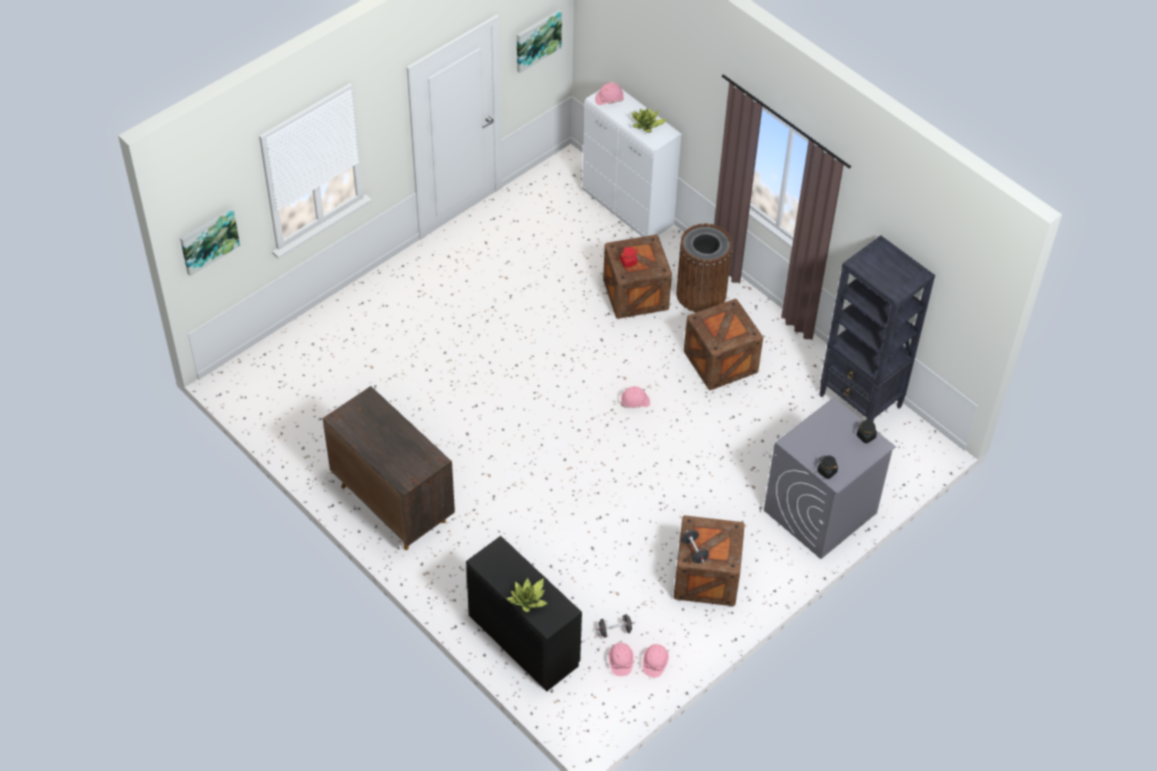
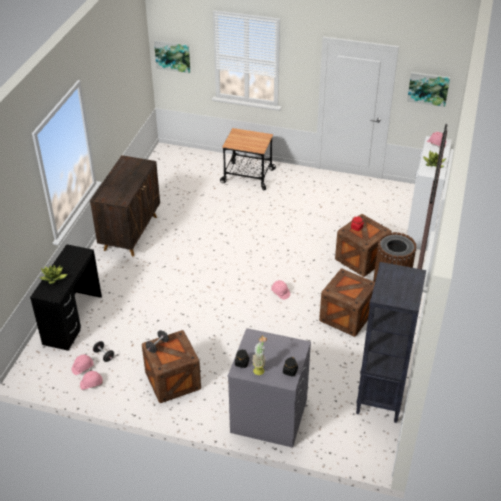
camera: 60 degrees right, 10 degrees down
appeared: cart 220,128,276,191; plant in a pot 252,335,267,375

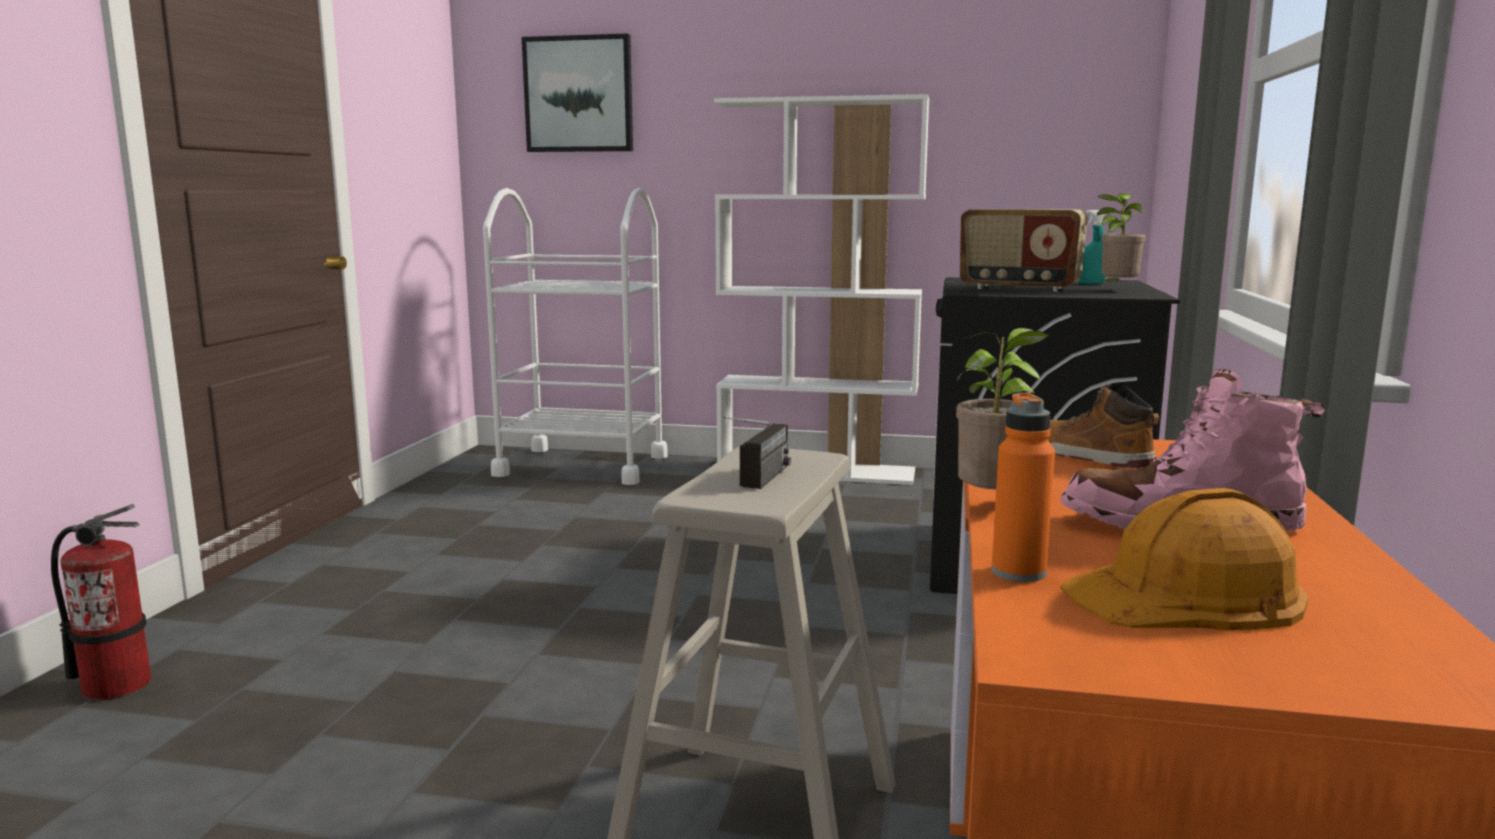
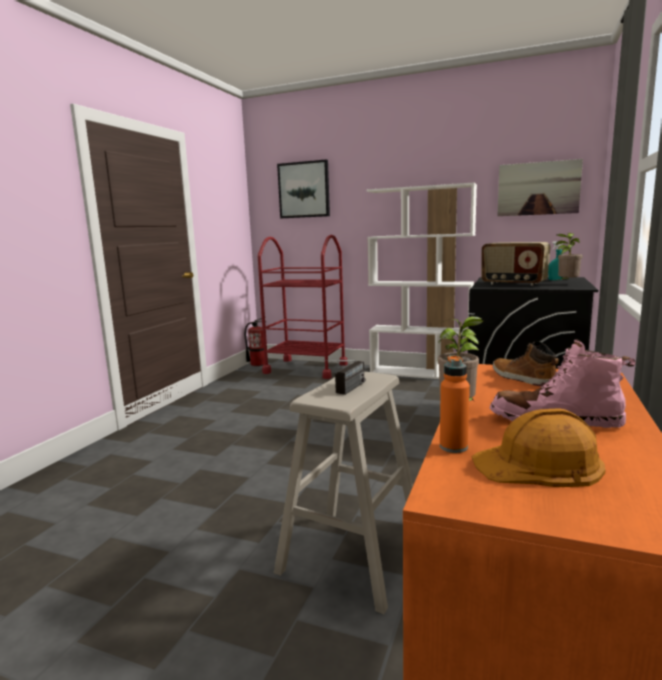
camera: 10 degrees right, 0 degrees up
appeared: wall picture 497,159,583,216
relocated: extinguisher 51,504,151,701 to 245,317,266,366
colour: whitish cart 483,188,668,485 to reddish cart 258,235,348,379

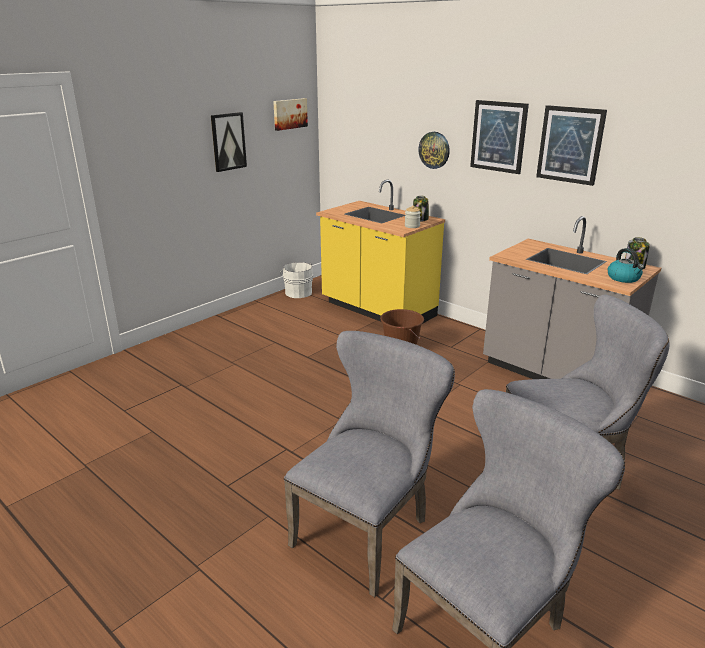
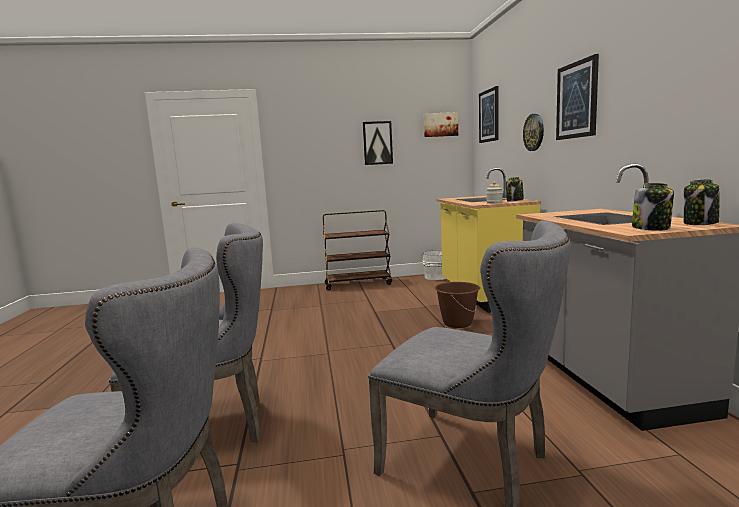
camera: 40 degrees right, 15 degrees down
appeared: brown-coloured cart 323,210,392,290
relocated: wall picture 536,105,607,186 to 479,86,499,143
exchanged: tea kettle 608,248,644,283 to jar 632,183,674,231

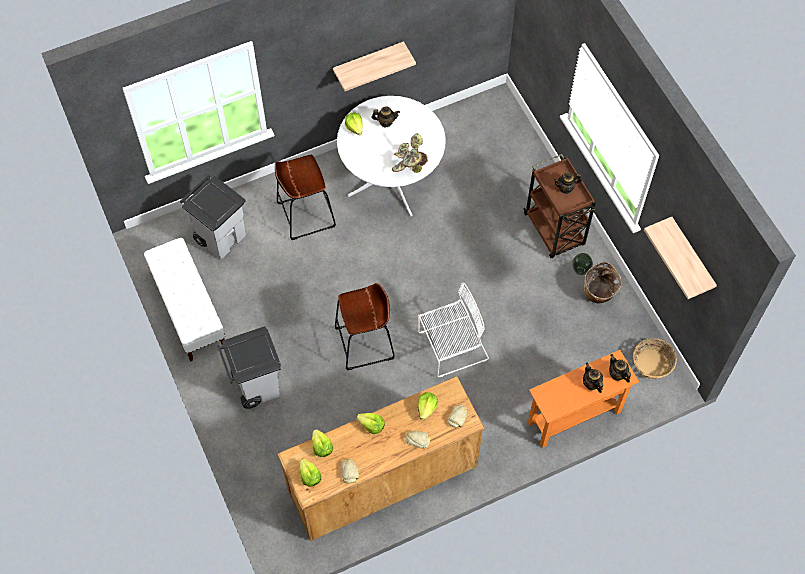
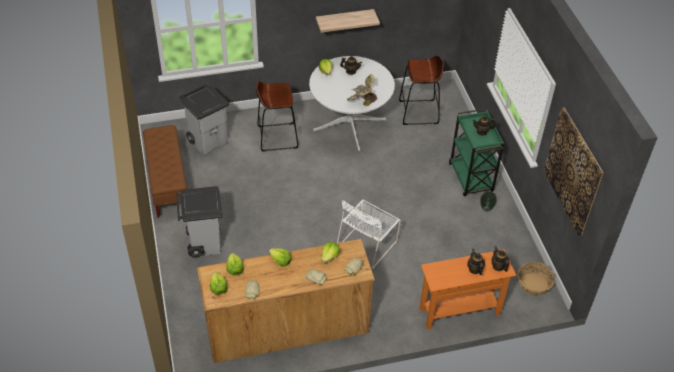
camera: 10 degrees right, 15 degrees down
missing: basket 584,262,621,303
relocated: brown-coloured stool 335,283,395,370 to 399,56,444,125
exchanged: bracket shelf 644,217,717,299 to wall picture 544,107,603,236
colour: whitish long seat 144,238,225,362 to brown-coloured long seat 143,125,187,218; brown-coloured cart 523,154,596,259 to green-coloured cart 449,109,504,196
spun: whitish chair 418,282,489,377 = 337,199,401,269 135 degrees clockwise

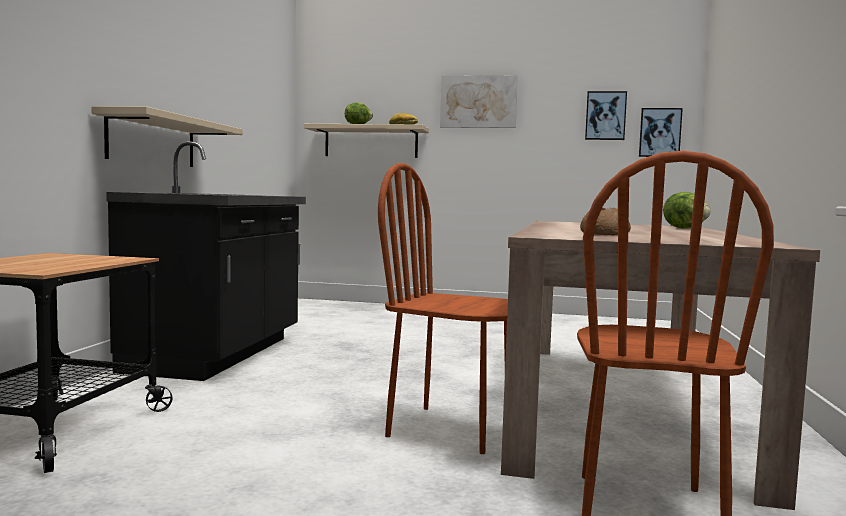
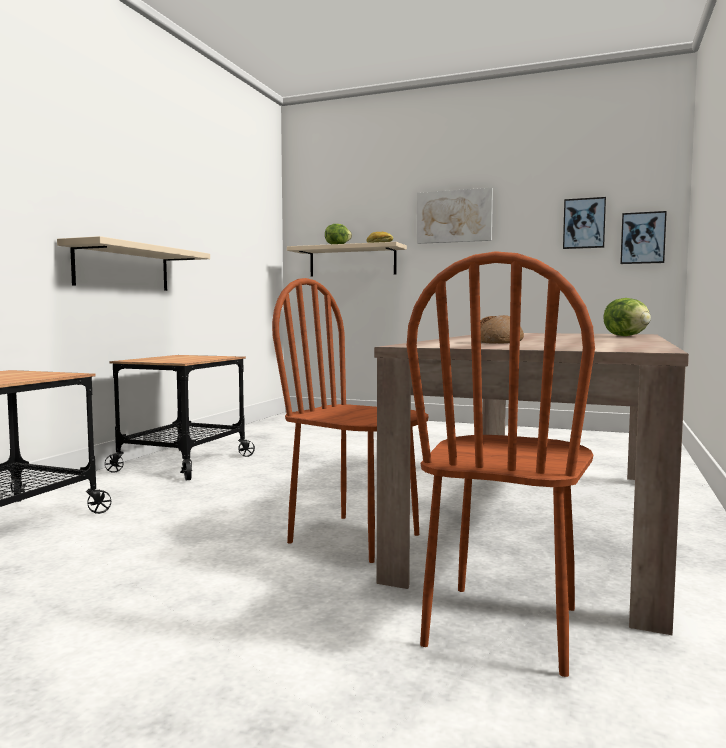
camera: 10 degrees right, 0 degrees up
exchanged: black kitchen base unit 106,141,306,381 to cart 105,355,255,480

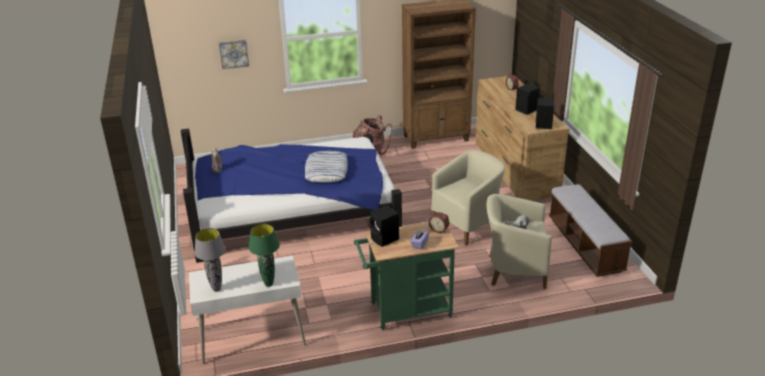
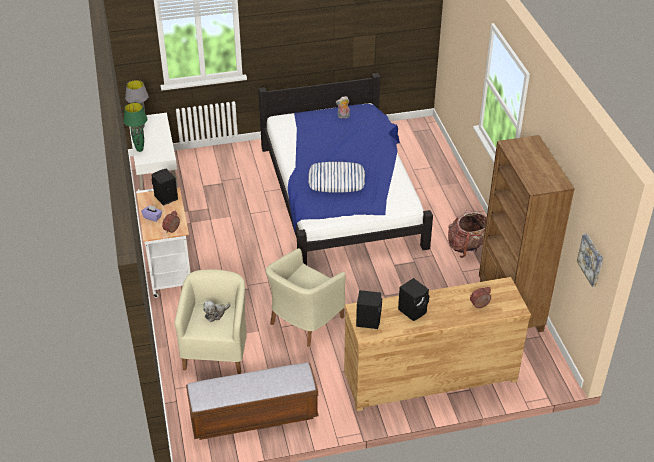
camera: 90 degrees right, 10 degrees up
relocated: wall picture 219,40,249,69 to 577,233,603,287
colour: green-coloured cart 354,222,459,330 to whitish cart 136,185,190,298
spun: sand-coloured armchair 431,150,505,246 = 266,248,346,346 75 degrees clockwise

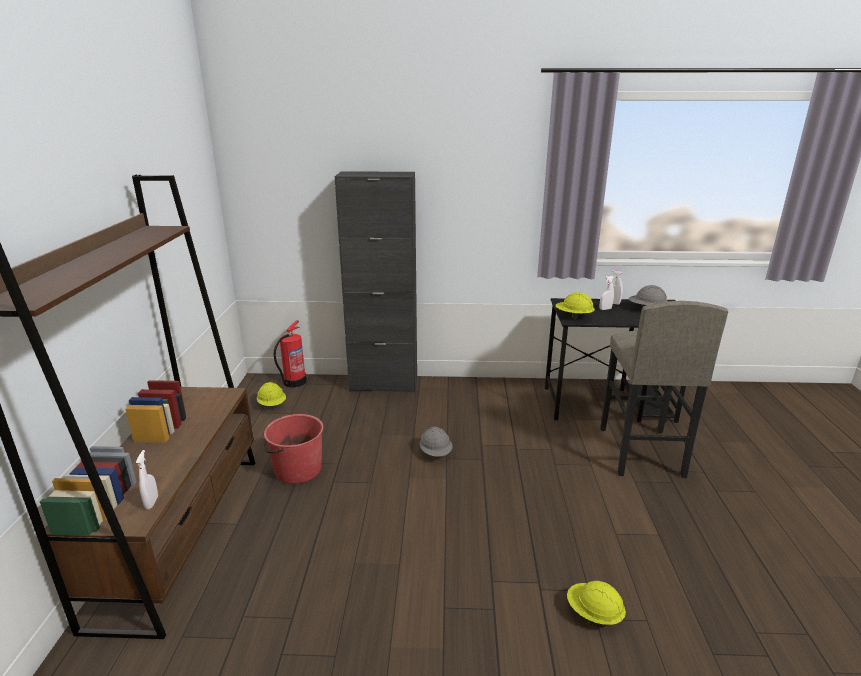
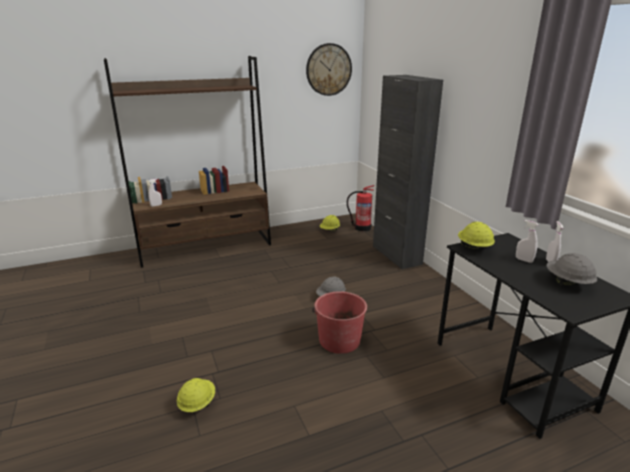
camera: 65 degrees right, 0 degrees up
missing: greyish stool 600,301,728,478
appeared: wall clock 306,43,352,96
relocated: reddish pail 264,414,323,484 to 312,291,367,354

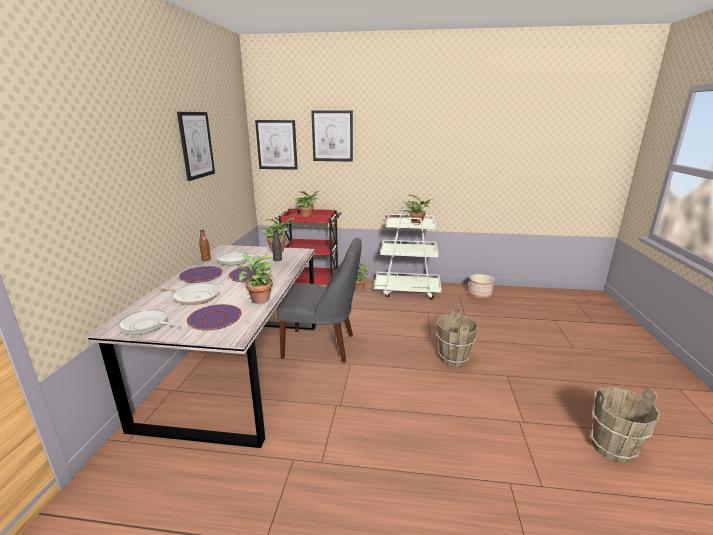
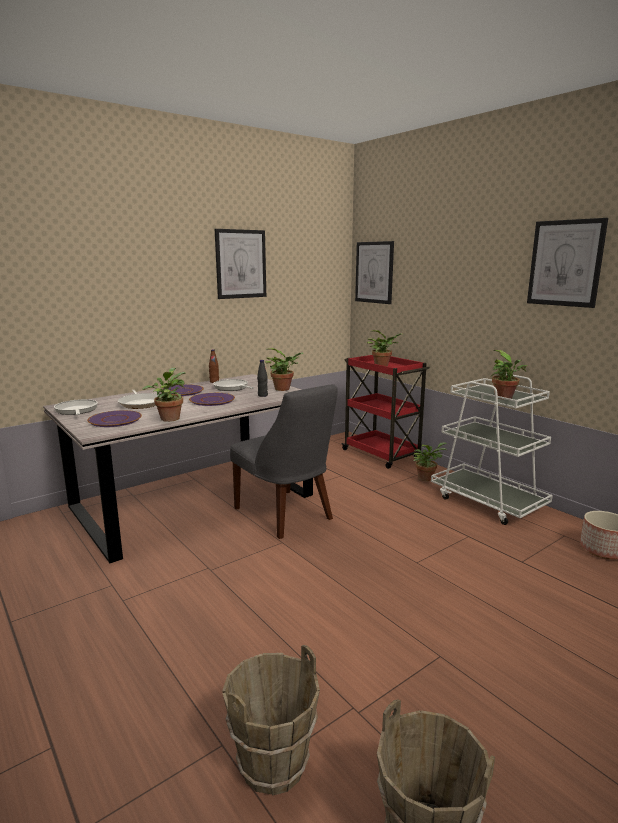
camera: 45 degrees right, 5 degrees down
relocated: wall picture 311,110,353,162 to 527,218,608,308; brown-coloured pail 437,306,478,367 to 222,645,320,796

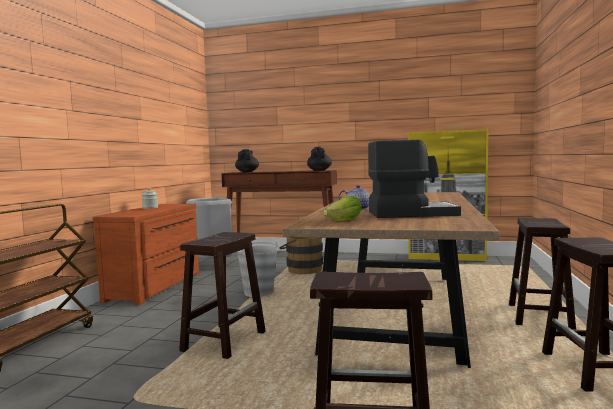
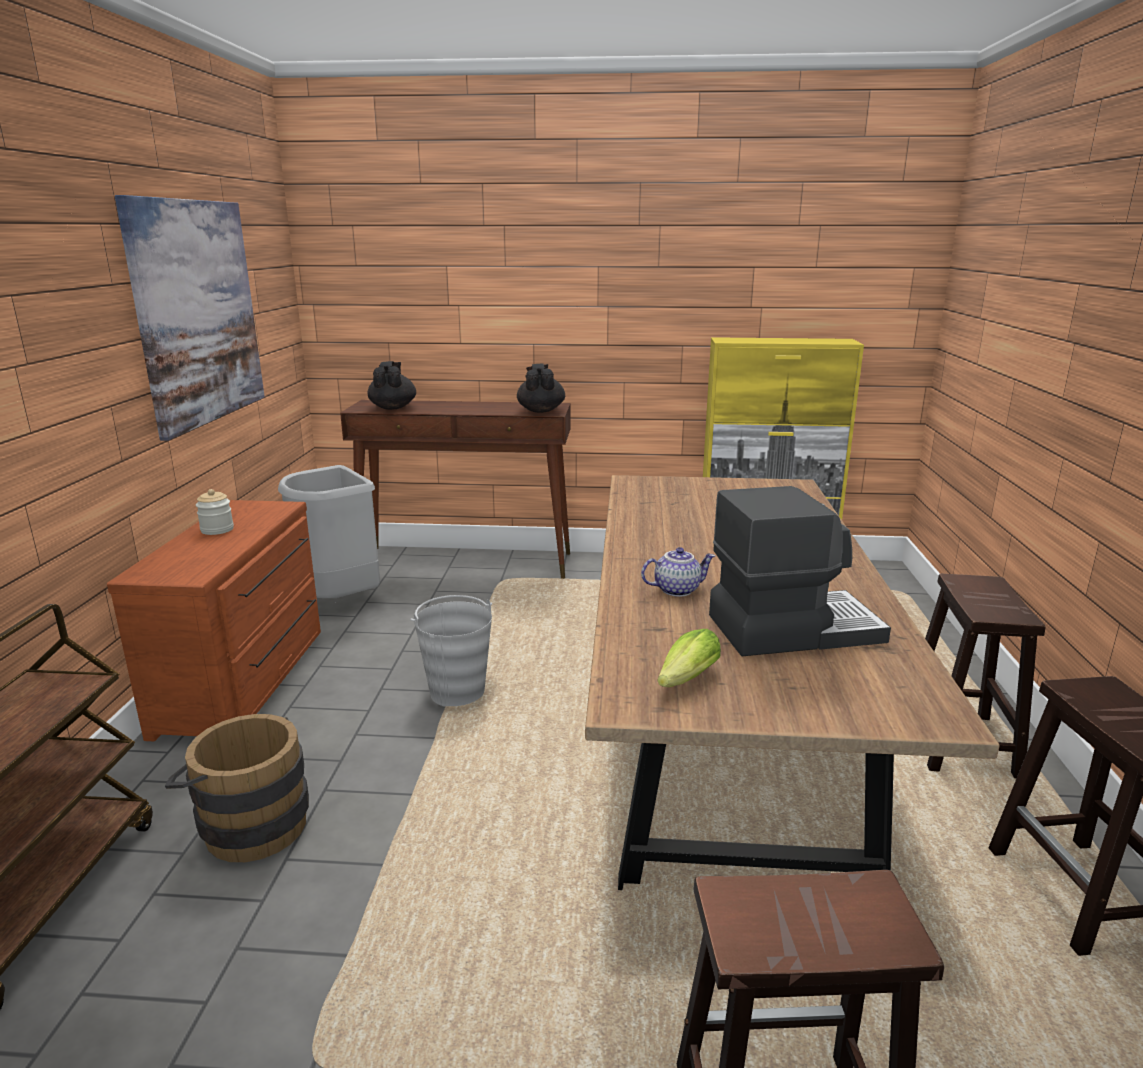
camera: 10 degrees left, 15 degrees up
missing: brown-coloured stool 179,232,266,359
appeared: wall picture 115,195,265,441
relocated: brown-coloured pail 279,237,323,274 to 165,714,309,862

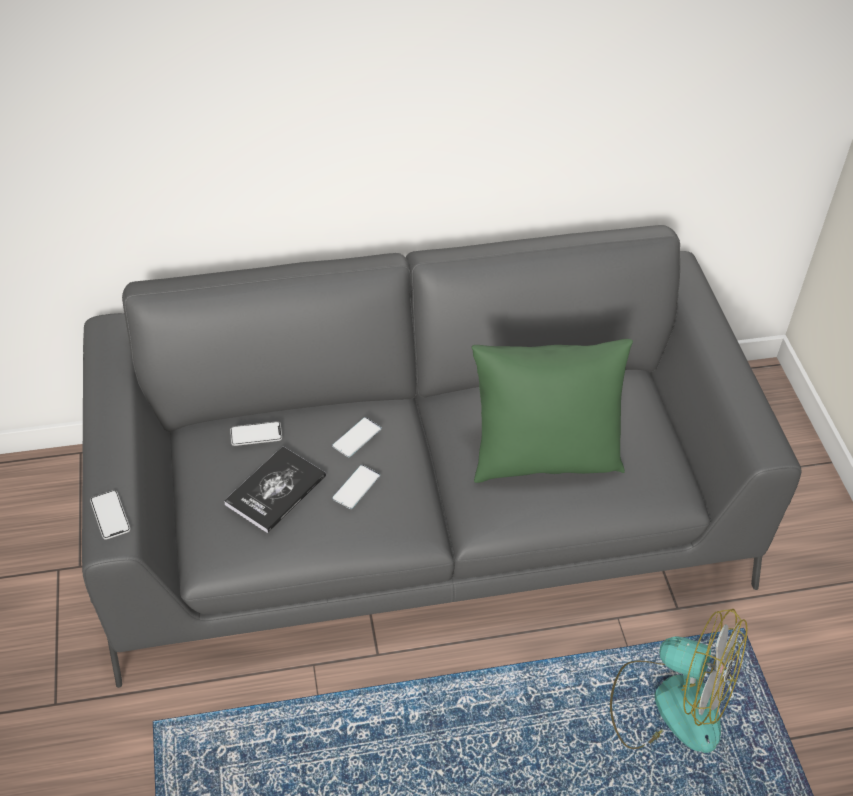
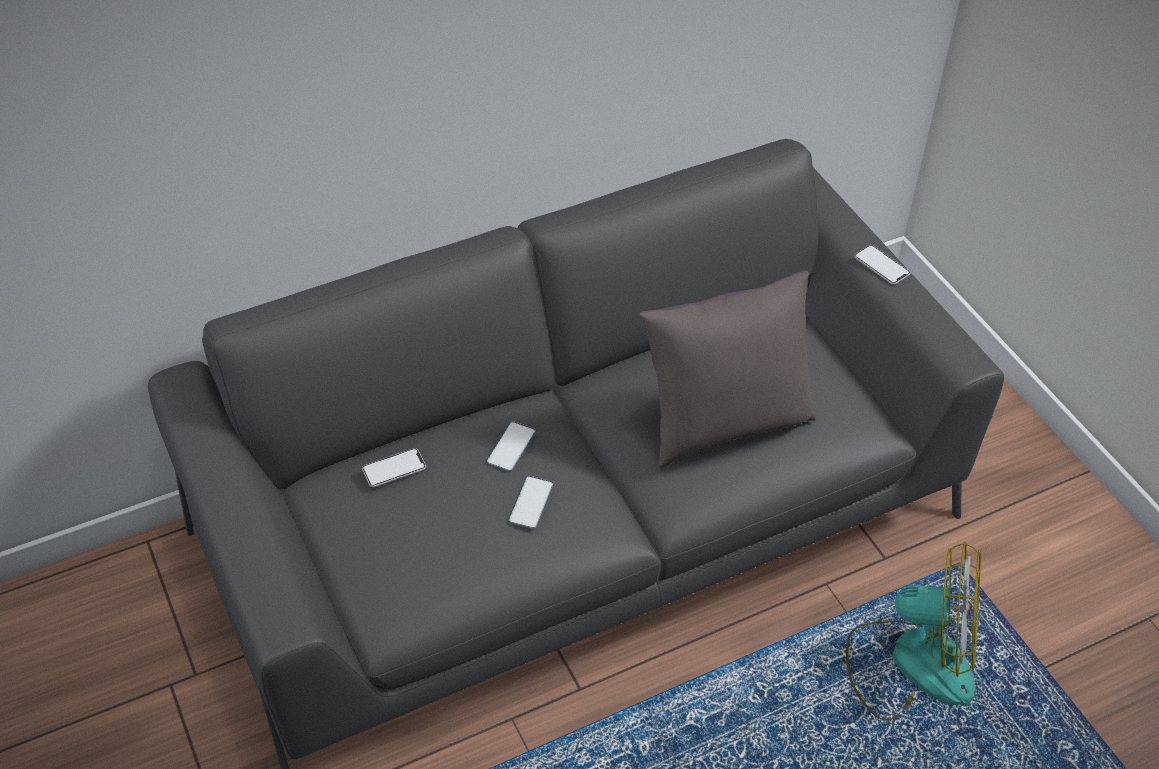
camera: 15 degrees left, 0 degrees up
missing: book 224,446,326,533
relocated: handset 90,490,130,539 to 854,245,910,285
colour: green-coloured throw pillow 472,339,633,483 to greyish throw pillow 639,271,816,468

